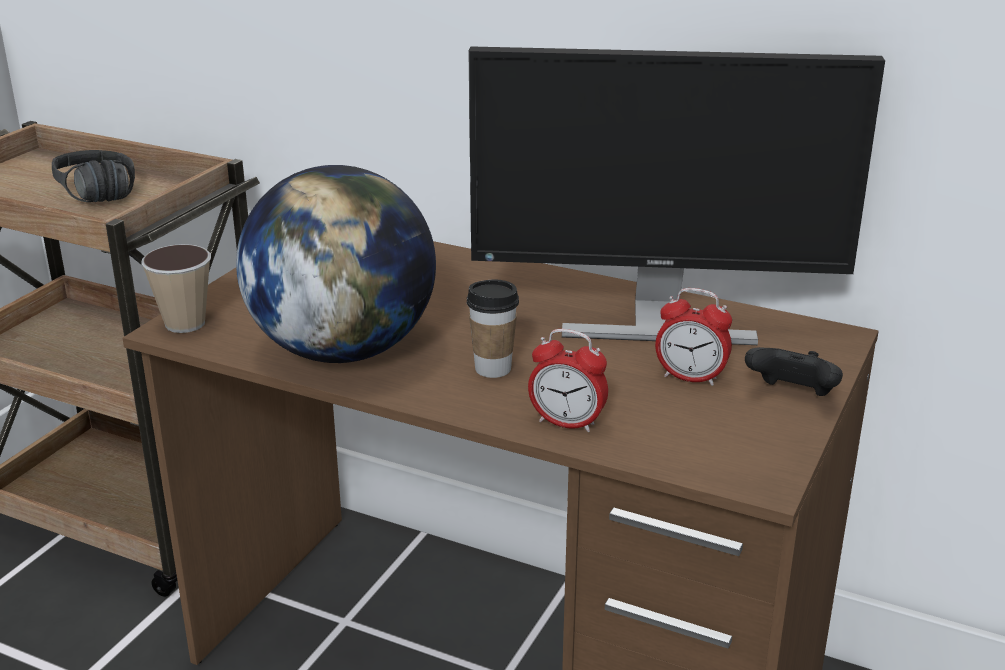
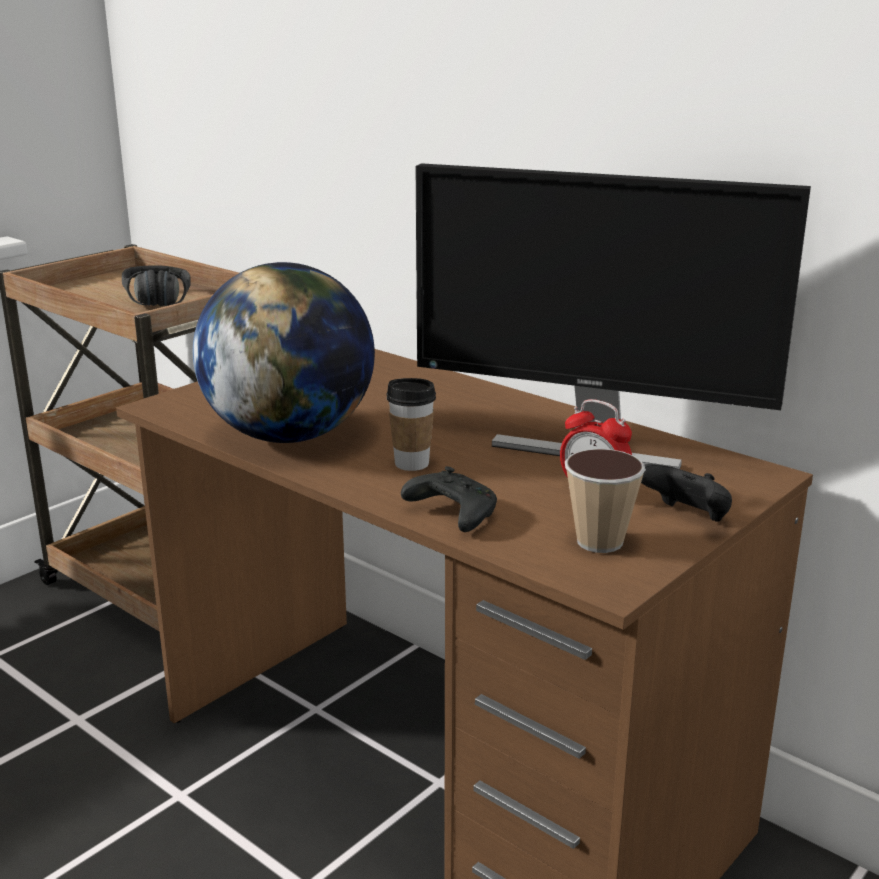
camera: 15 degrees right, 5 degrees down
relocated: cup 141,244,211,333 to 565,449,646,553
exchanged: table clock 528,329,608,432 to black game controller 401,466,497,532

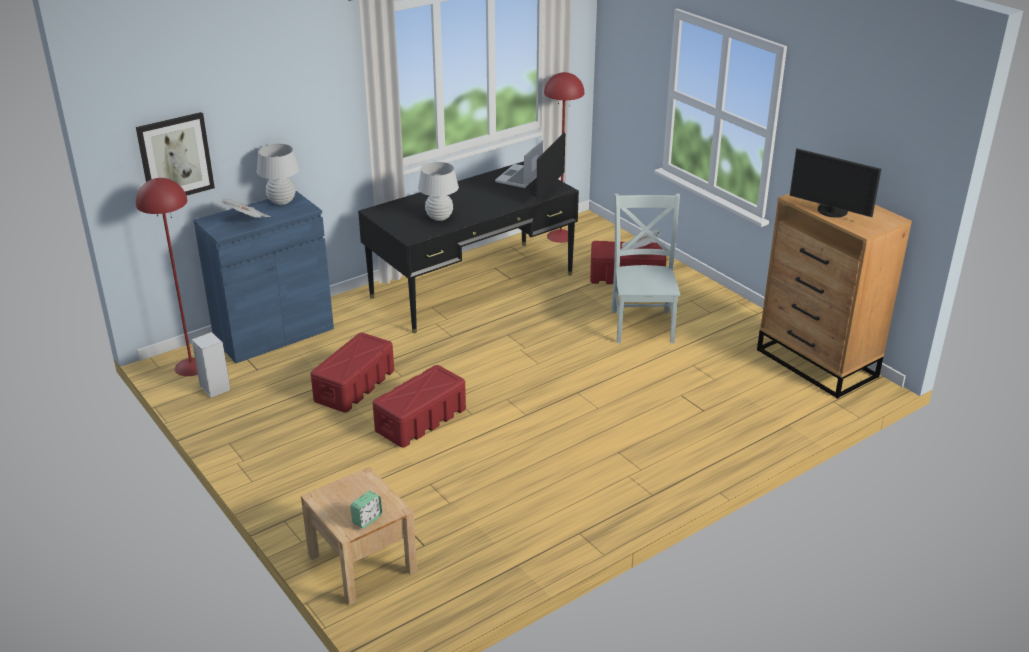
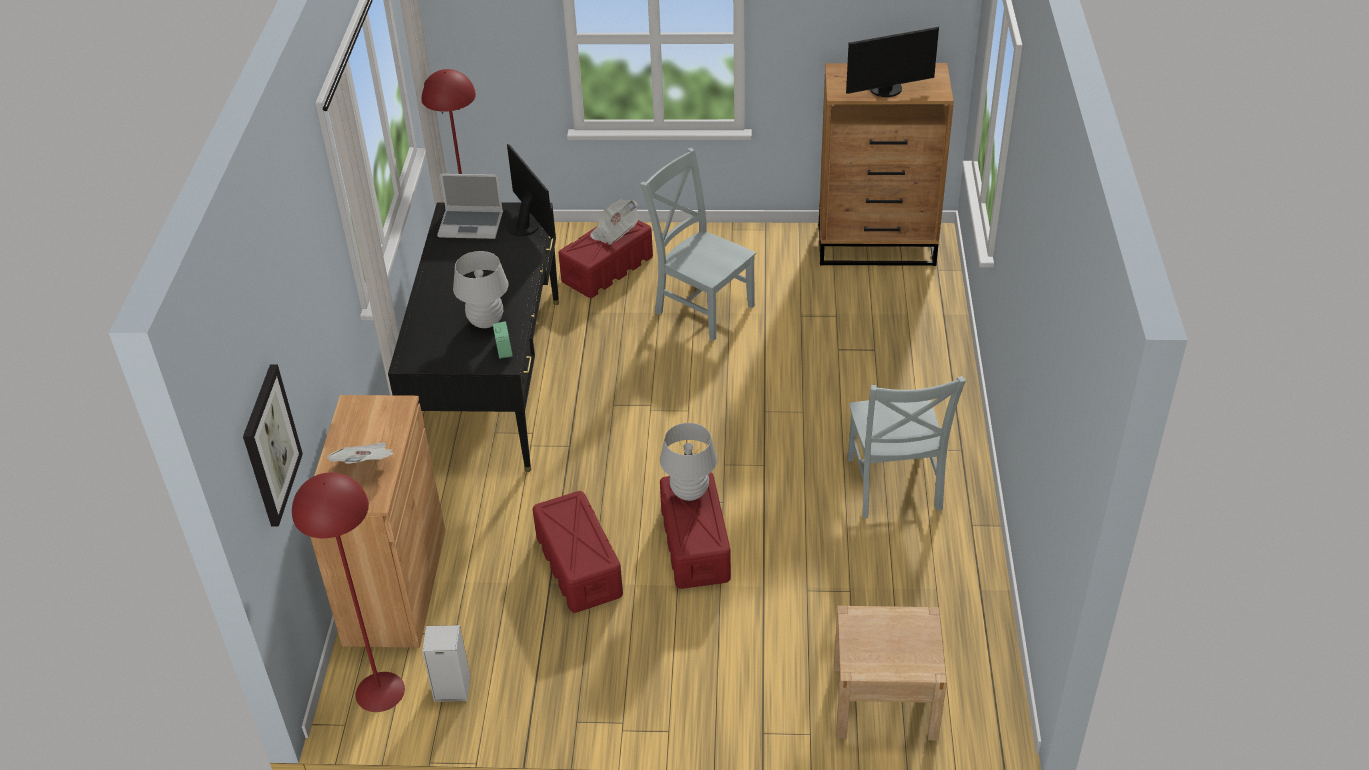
camera: 50 degrees left, 10 degrees up
appeared: greyish chair 847,376,966,518
relocated: whitish table lamp 257,144,300,205 to 660,423,717,501; table clock 350,491,382,529 to 493,321,513,359
colour: blue-coloured cabinet 194,191,334,363 to brown-coloured cabinet 310,395,445,648
spun: portable computer 495,140,544,188 = 437,174,503,239 60 degrees counterclockwise

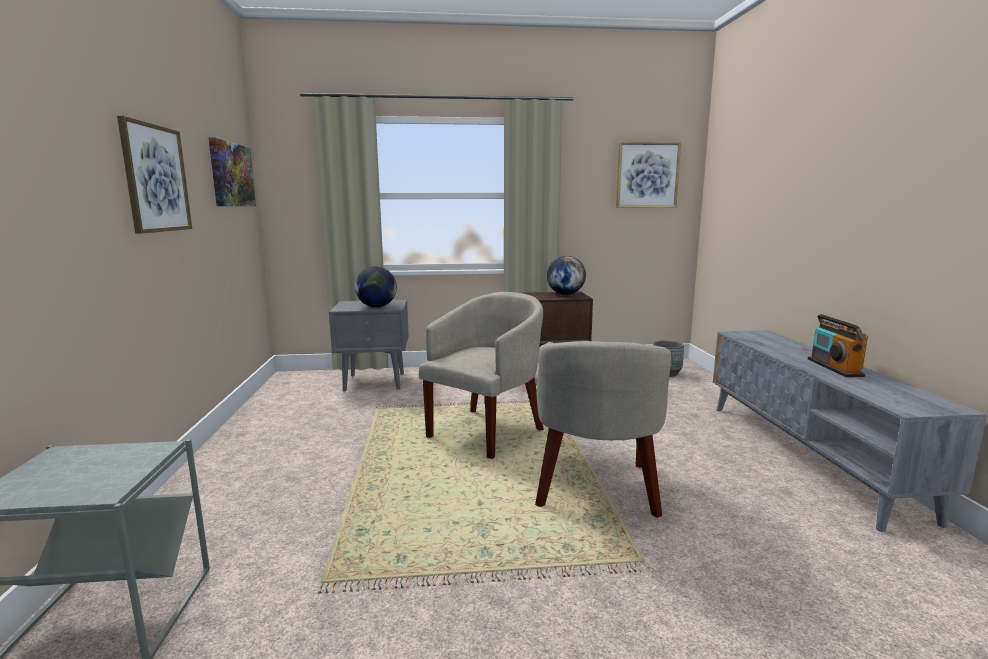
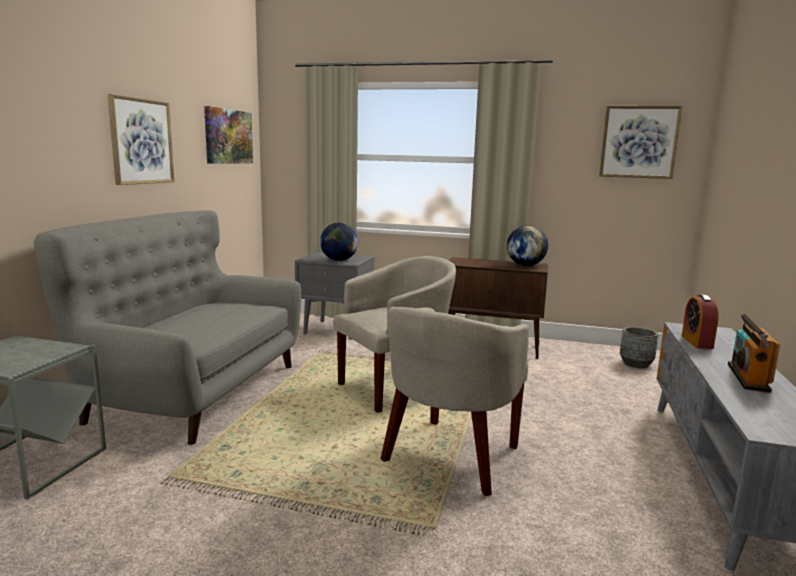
camera: 20 degrees right, 0 degrees up
appeared: greyish couch 34,211,301,445; table clock 682,294,719,349

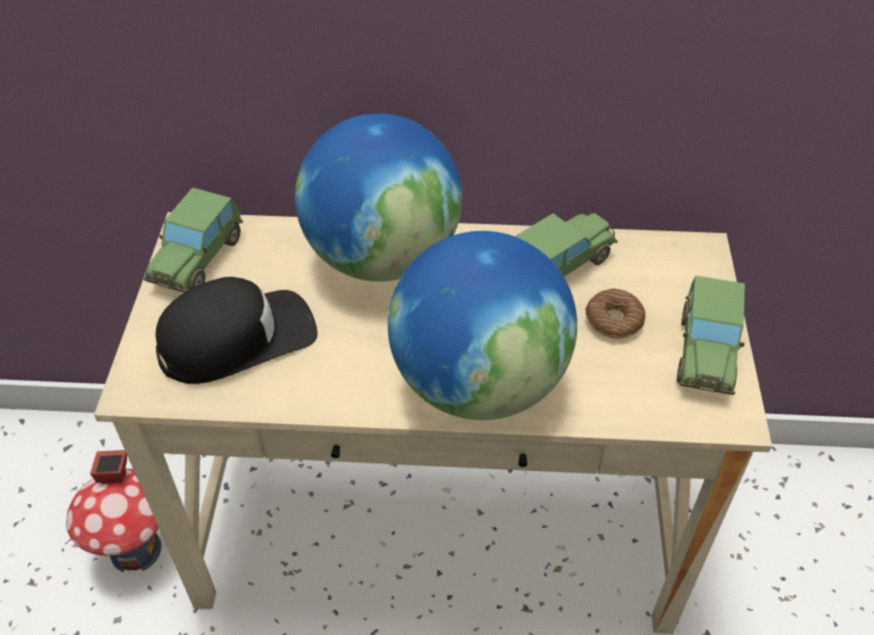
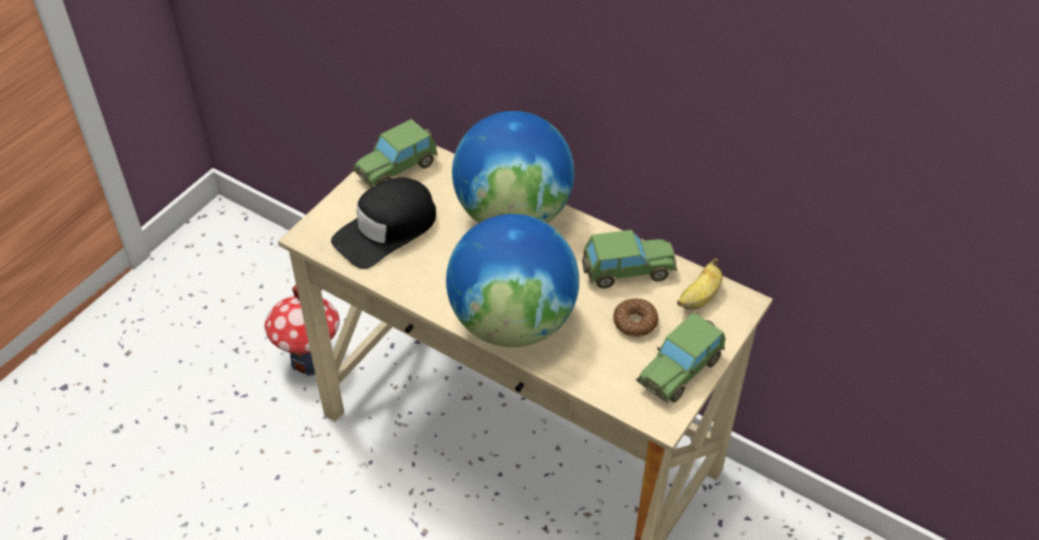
camera: 30 degrees right, 0 degrees up
appeared: banana 677,258,723,310
spun: black baseball cap 156,277,318,384 = 331,178,436,269 135 degrees clockwise

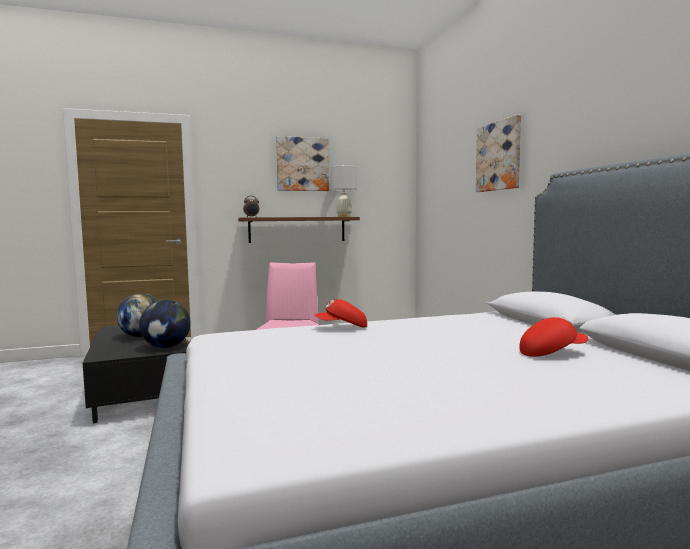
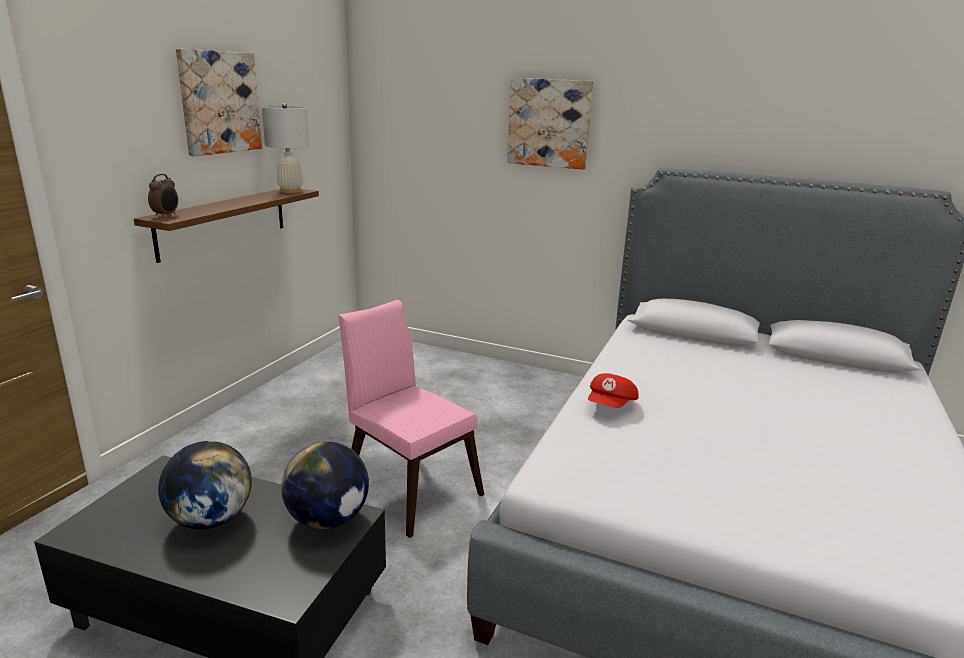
camera: 50 degrees left, 15 degrees up
missing: reddish baseball cap 520,317,589,357

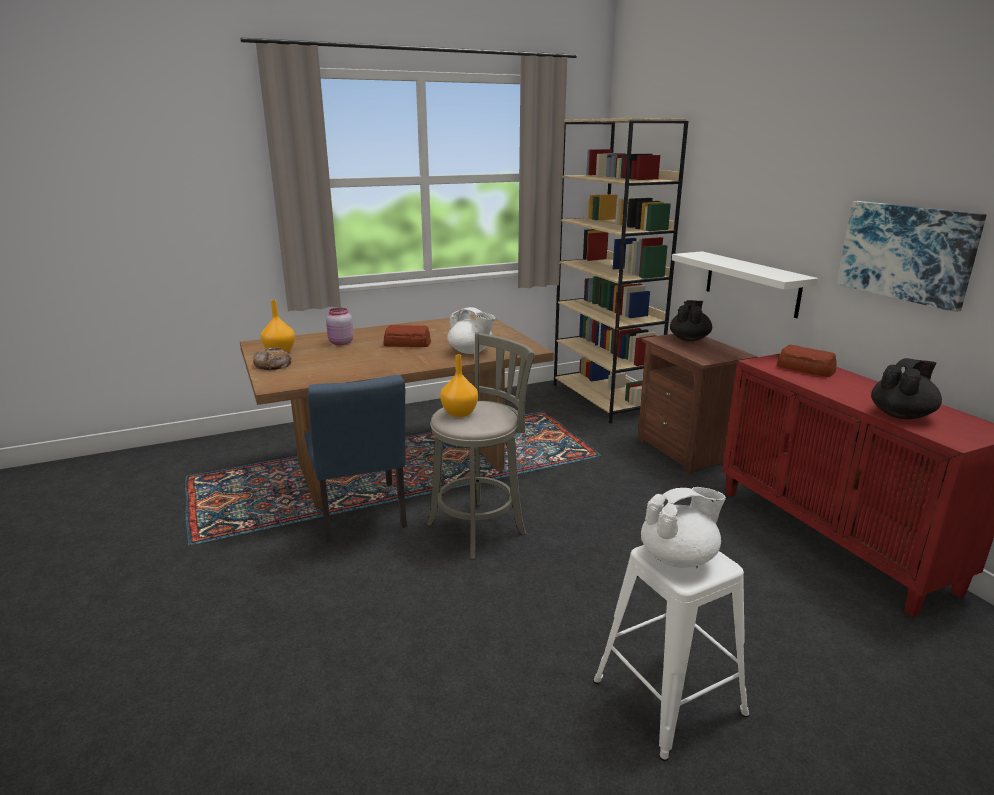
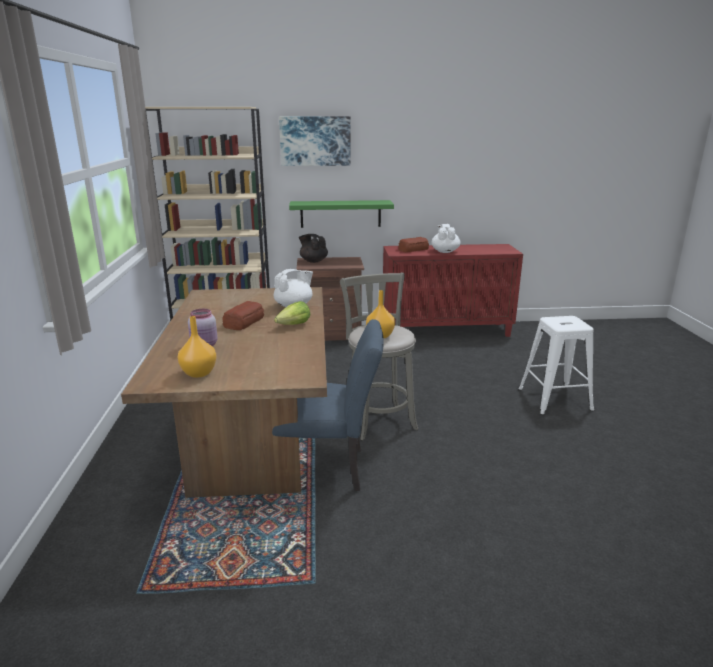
camera: 70 degrees left, 0 degrees up
missing: bread 253,347,291,370; black tea pot 871,358,942,419
appeared: lettuce 274,301,311,325
relocated: whitish tea pot 641,487,726,568 to 431,224,461,253; wall picture 837,201,987,312 to 279,116,351,166
colour: whitish bracket shelf 672,251,818,318 to green-coloured bracket shelf 289,200,394,228

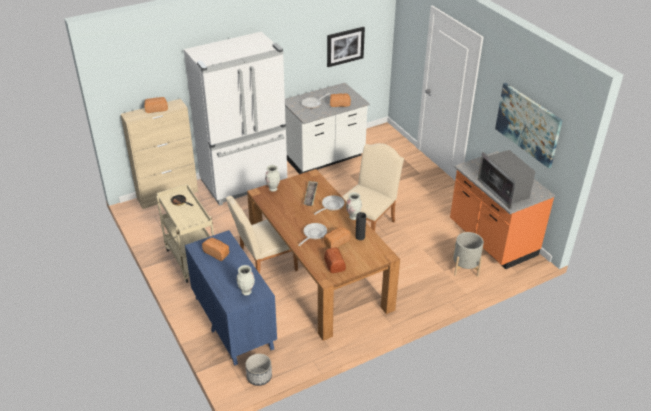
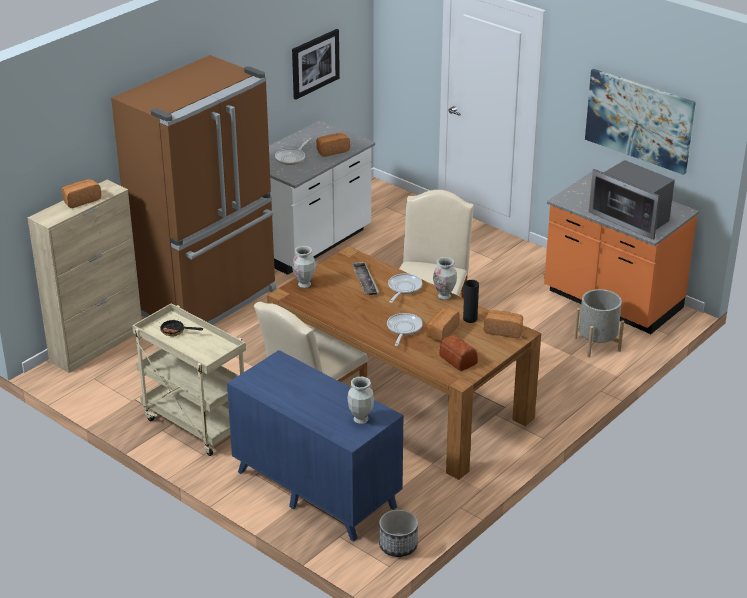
camera: 20 degrees left, 5 degrees down
relocated: bread 202,237,229,261 to 484,310,523,338
colour: whitish refrigerator 184,32,287,206 to brown-coloured refrigerator 111,55,277,325

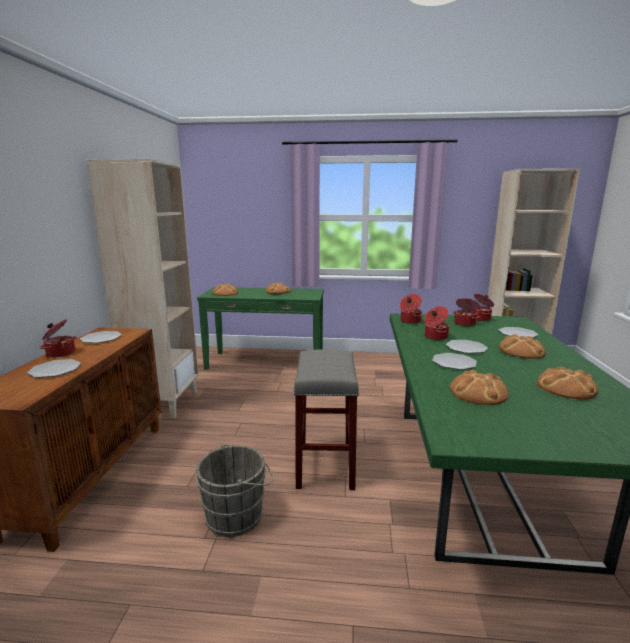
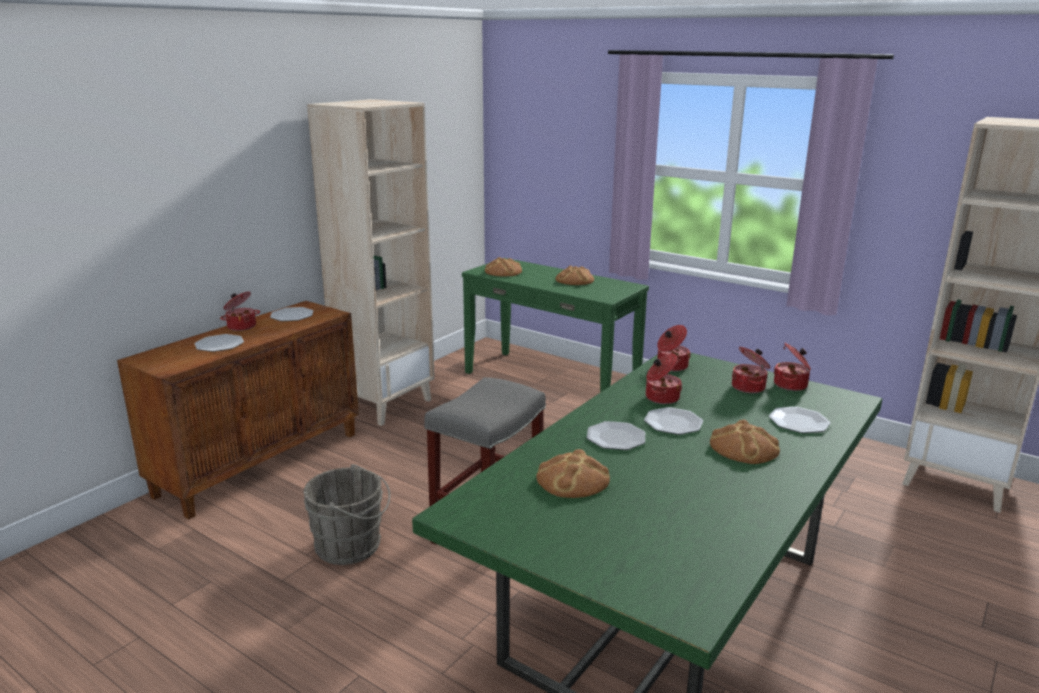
camera: 30 degrees right, 5 degrees up
missing: bread 537,367,599,400

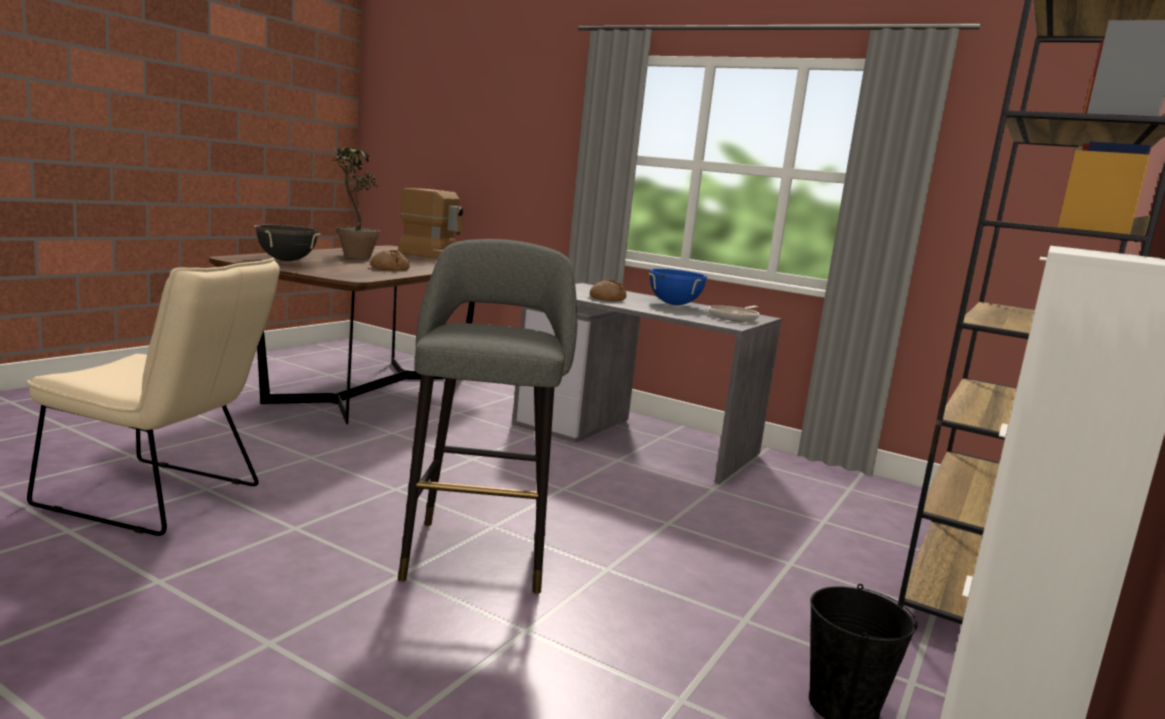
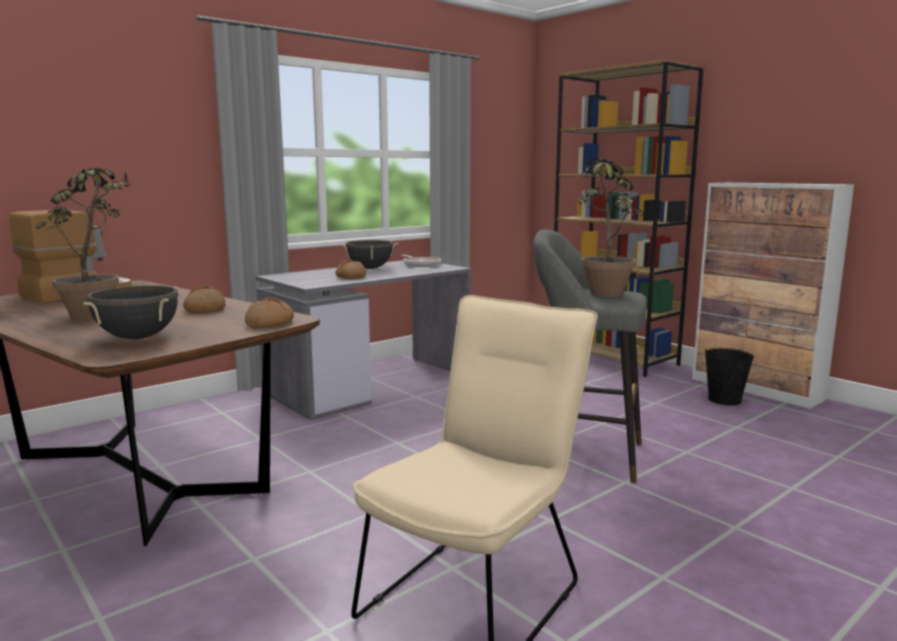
camera: 70 degrees left, 0 degrees up
appeared: bread 245,298,294,328; plant in a pot 577,159,644,297
colour: blue-coloured saucepot 649,268,707,305 to black saucepot 340,240,399,269

